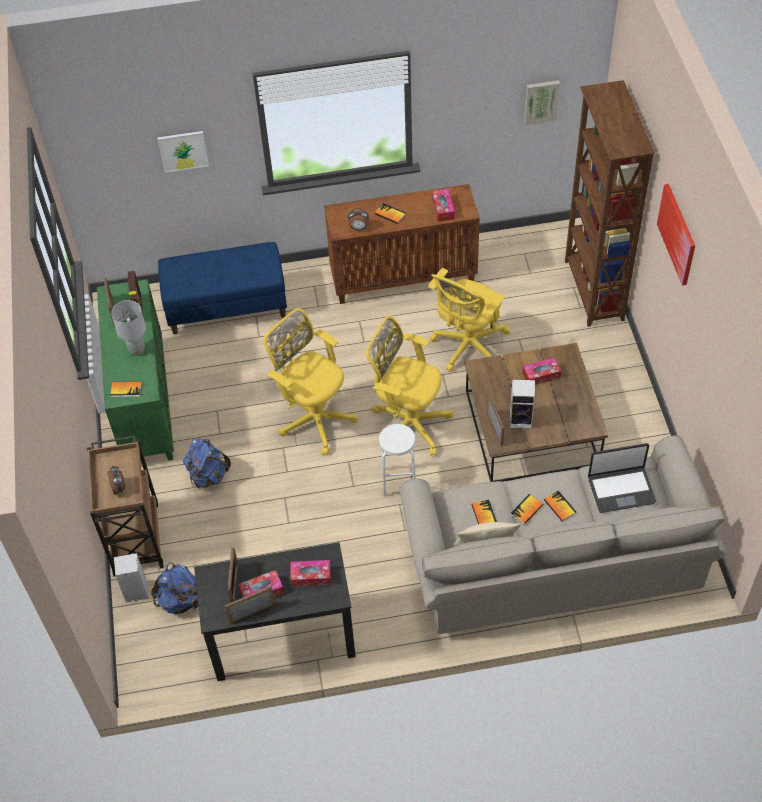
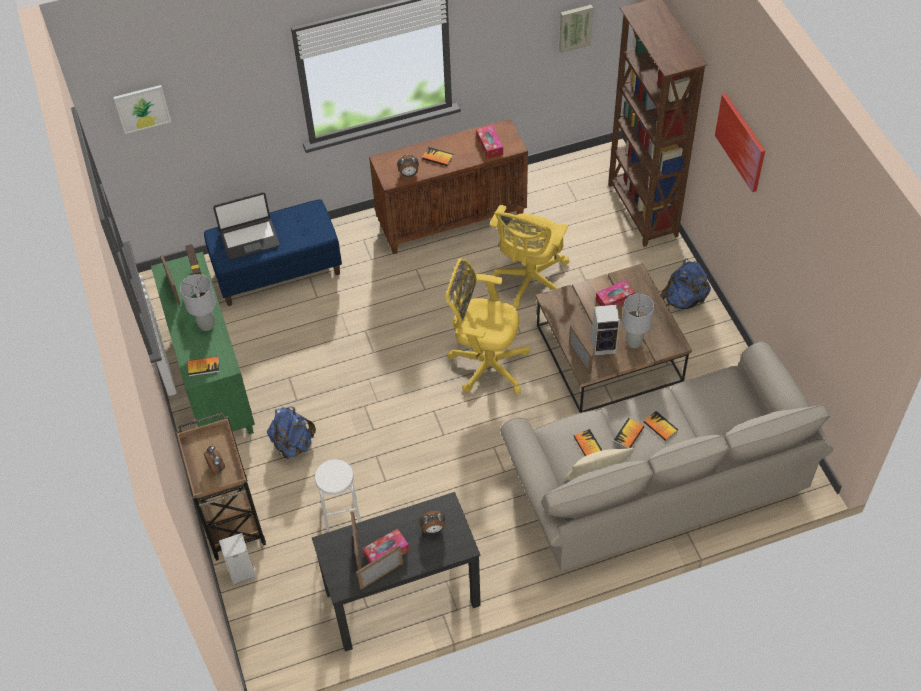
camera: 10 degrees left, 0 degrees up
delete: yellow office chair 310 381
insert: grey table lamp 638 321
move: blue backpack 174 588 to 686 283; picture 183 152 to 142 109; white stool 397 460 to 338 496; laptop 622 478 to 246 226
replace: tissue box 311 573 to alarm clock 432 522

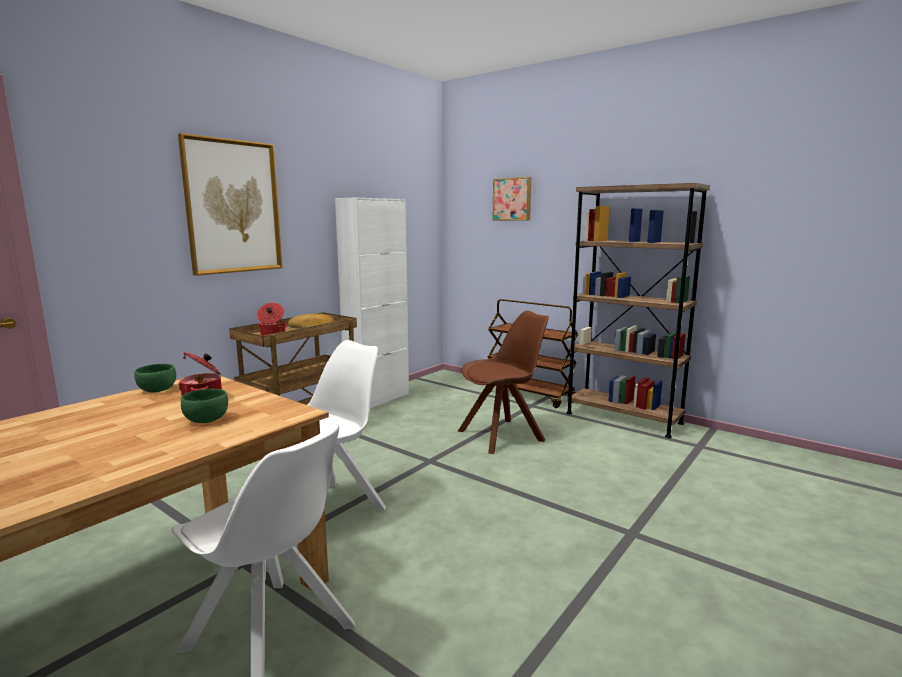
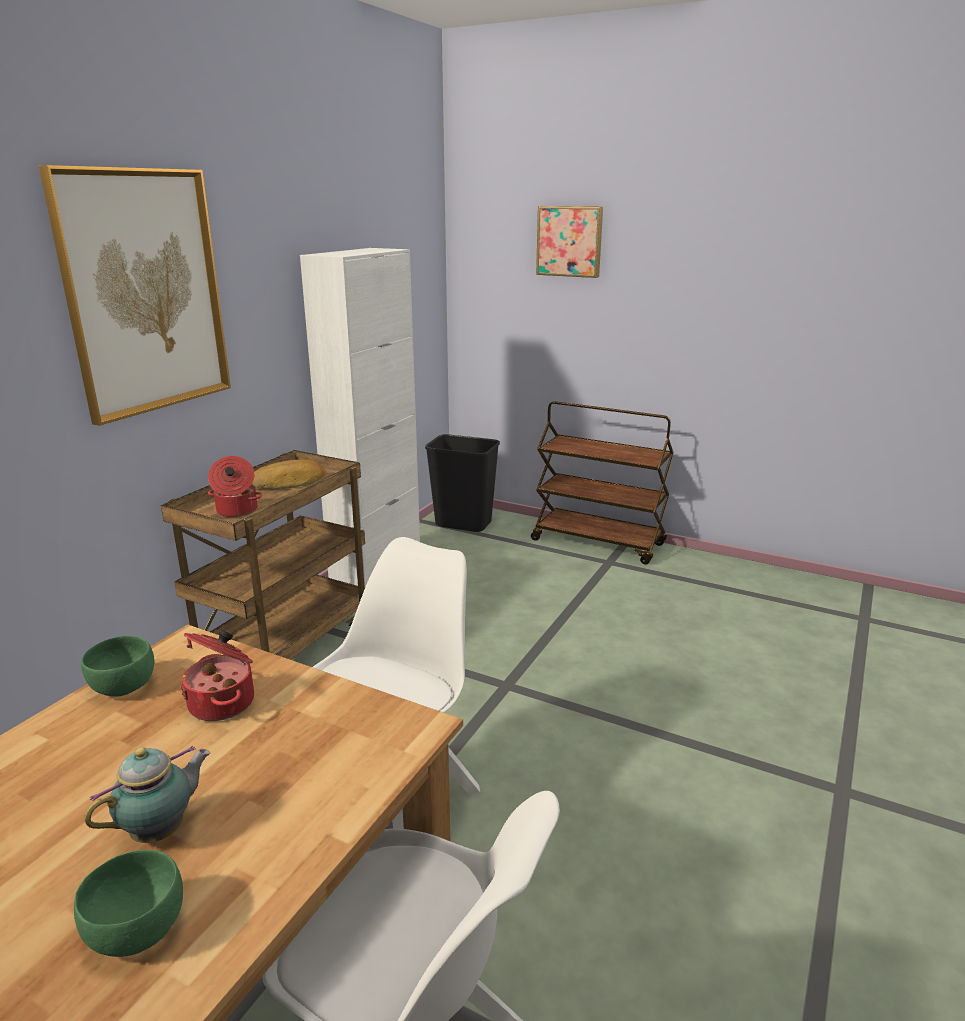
camera: 10 degrees left, 10 degrees up
delete: brown chair 503 382; brown bookcase 638 310
insert: teapot 147 794; black trash can 462 483
move: green bowl 204 406 to 128 903

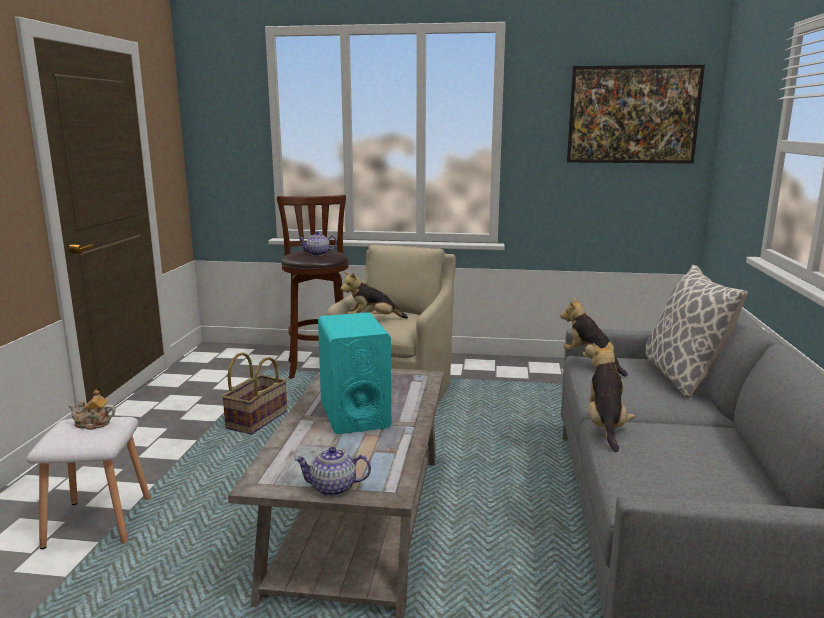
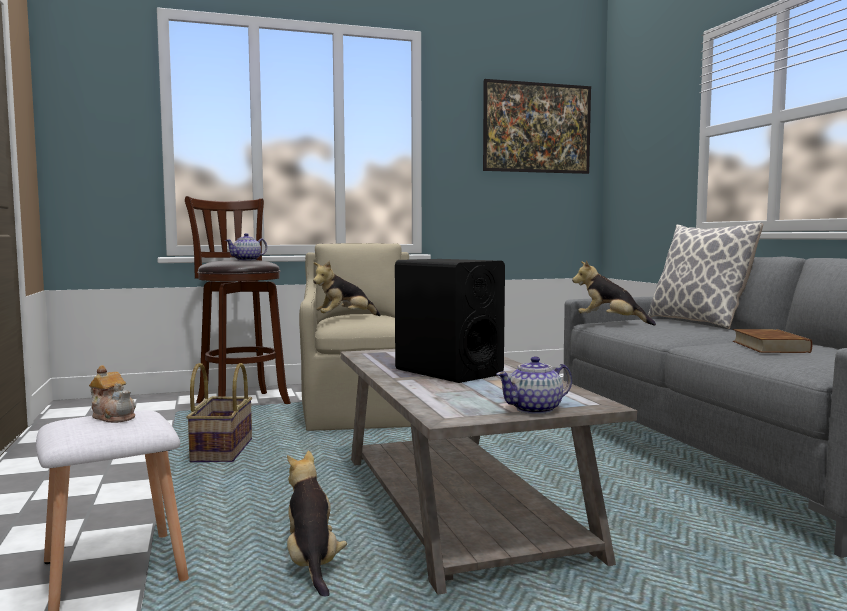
camera: 25 degrees left, 10 degrees down
insert: brown book 772 341
move: plush toy 611 397 to 317 523
recolor: turquoise speaker 354 373 to black speaker 450 321
rotate: teapot 91 409 = 112 394 120 degrees counterclockwise

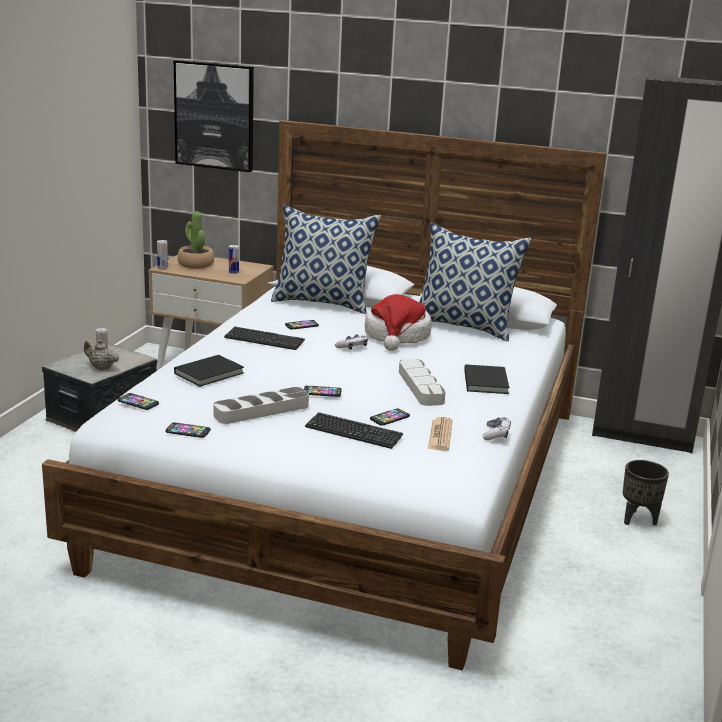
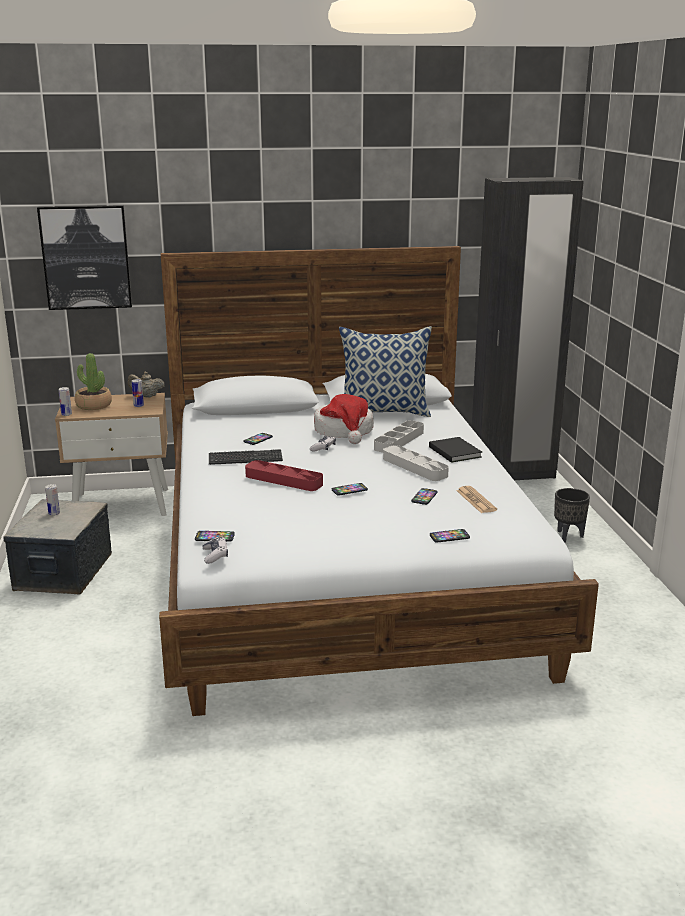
camera: 25 degrees left, 0 degrees up
delete: black book 209 371; pillow 326 259; keyboard 354 430
insert: red tray 284 475
move: beige teapot 101 354 to 146 385; phone 188 430 to 450 536; grey tray 261 405 to 399 436; game controller 496 428 to 215 550

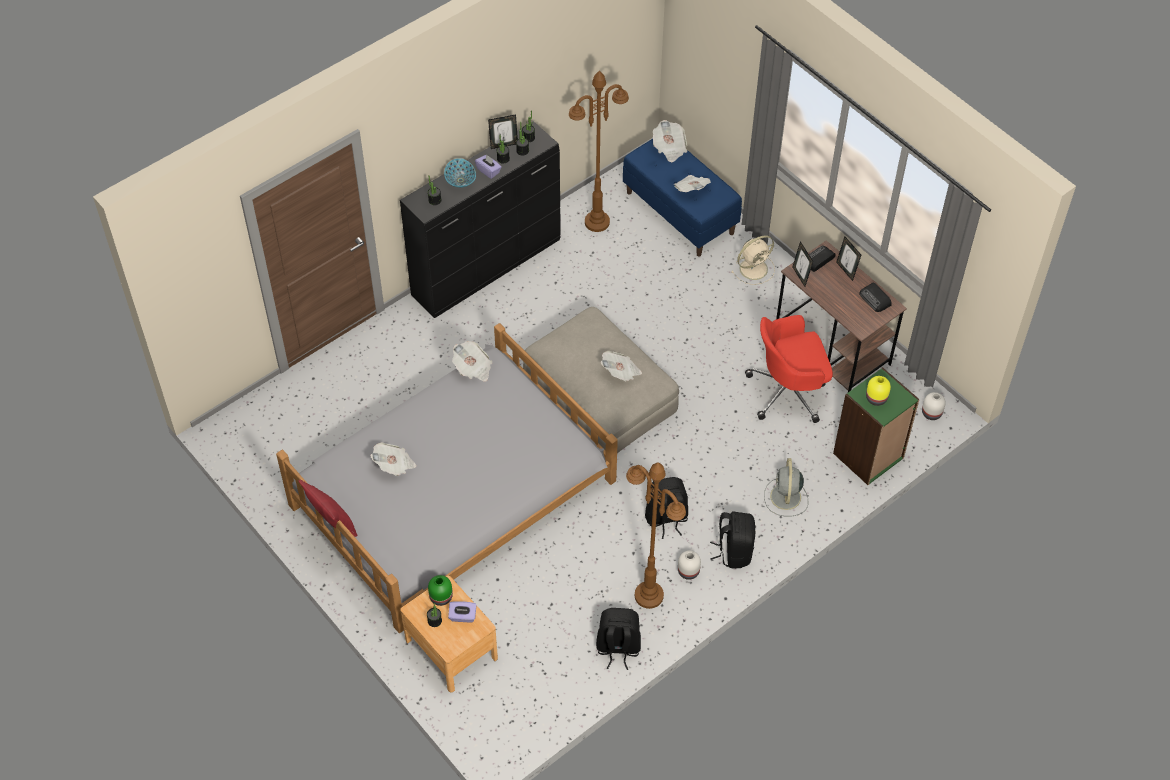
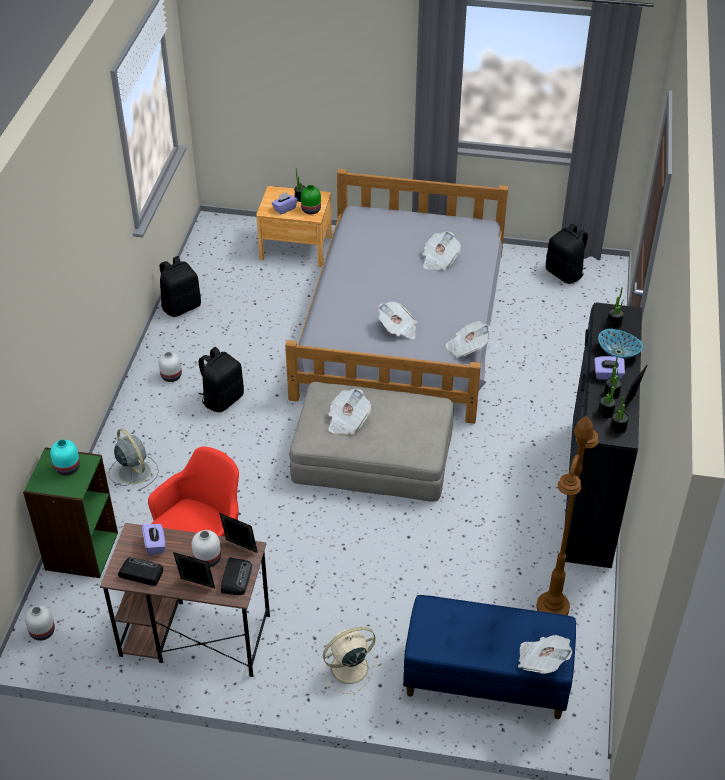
camera: 140 degrees right, 10 degrees down
delete: red pillow 327 508; brown floor lamp 656 535
insert: purple tissue box 153 539; white vase 206 548
move: newspaper 692 183 to 397 320; black backpack 732 540 to 567 254
recolor: yellow vase 878 391 to turquoise vase 65 457
rotate: beige fan 753 260 = 350 660 45 degrees clockwise

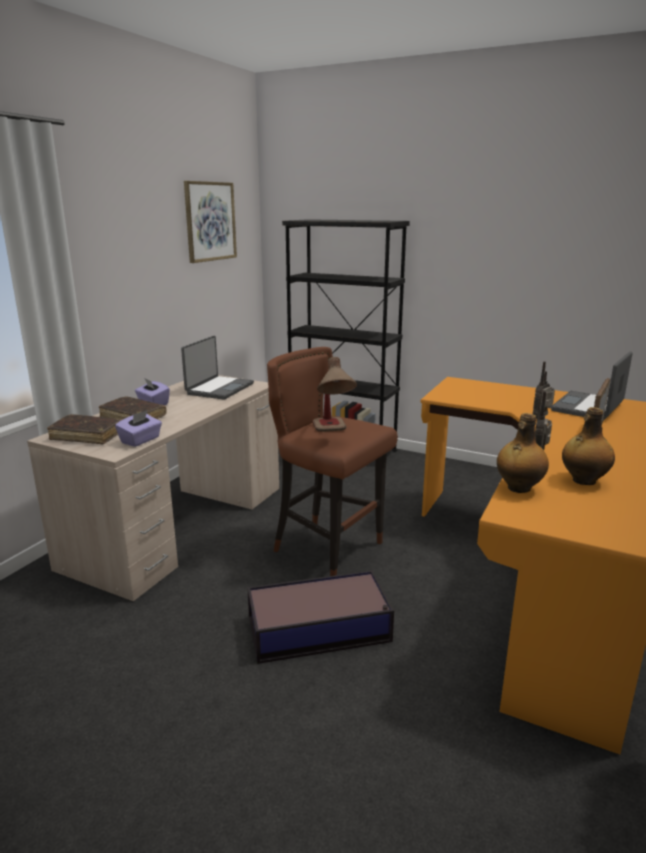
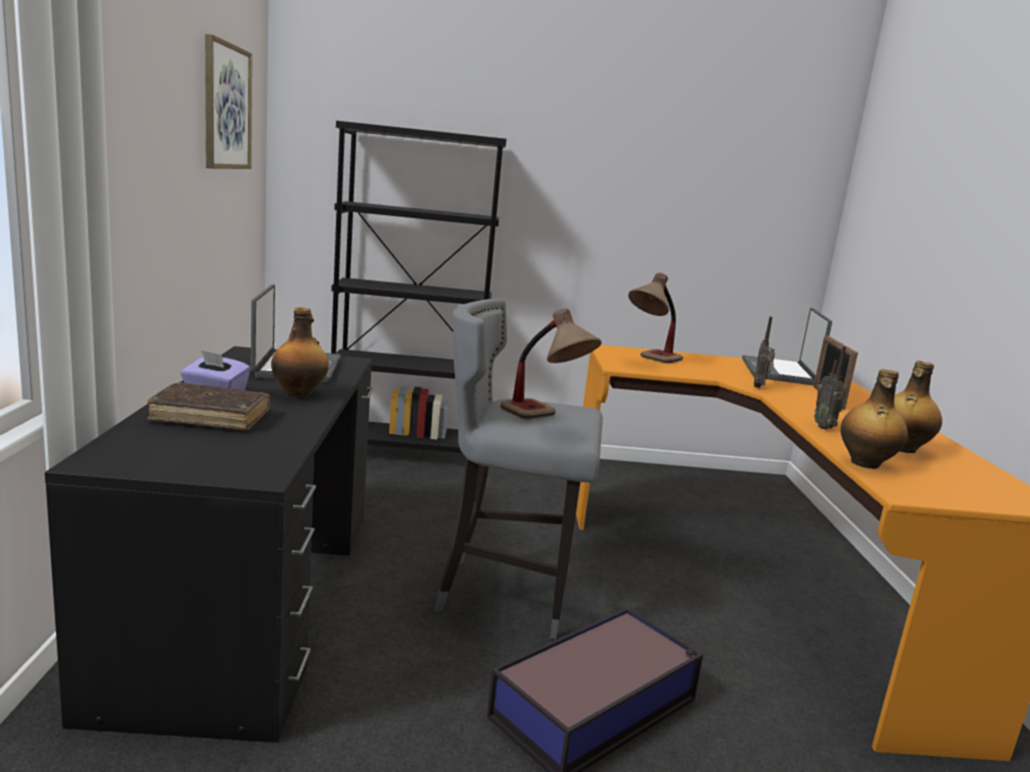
camera: 30 degrees left, 5 degrees down
delete: brown book 84 429; purple tissue box 138 428
insert: bottle 300 352; table lamp 655 318
recolor: beige desk 153 488 to black desk 209 544; brown stool 332 461 to grey stool 519 469

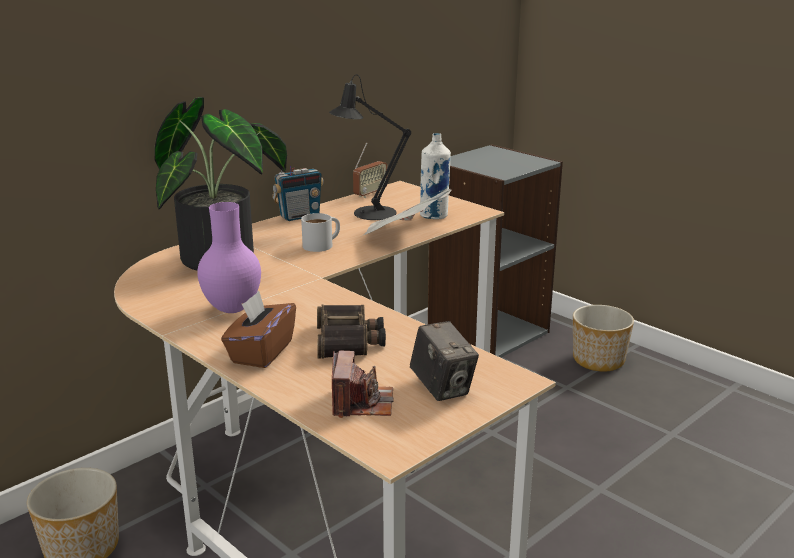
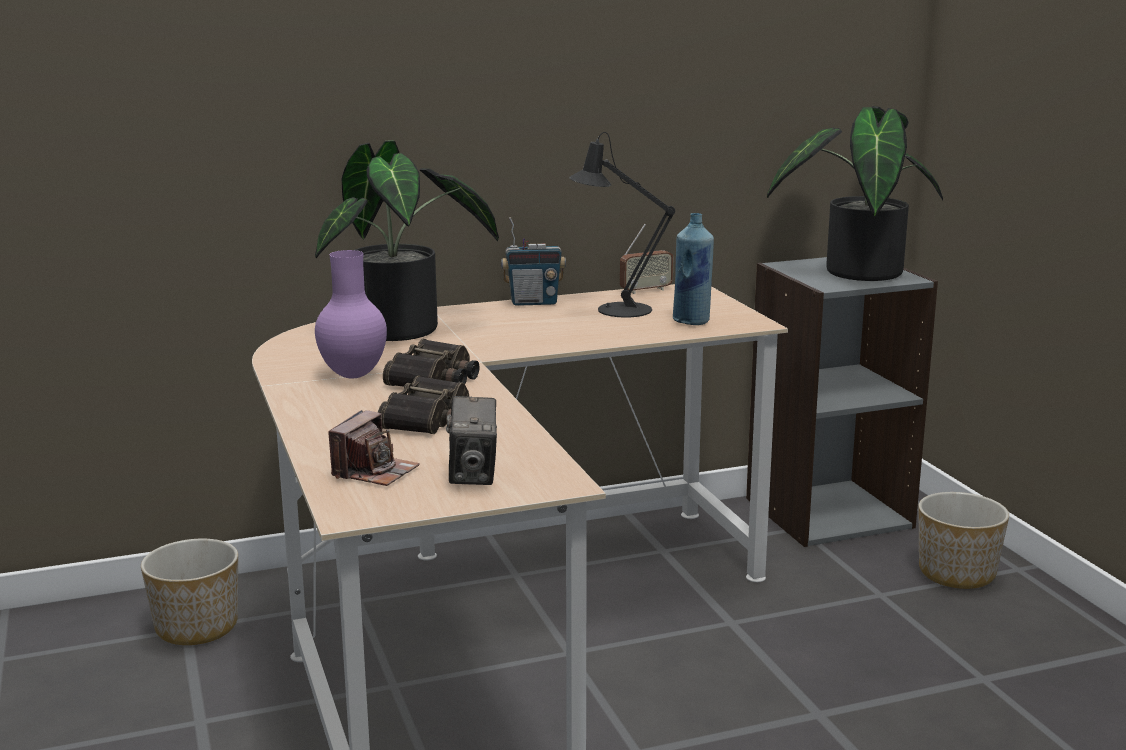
camera: 25 degrees right, 5 degrees down
delete: brown tissue box 258 329; white mug 320 232; newspaper 407 211
insert: binoculars 431 363; potted plant 855 193
recolor: white bottle 435 176 to blue bottle 693 269

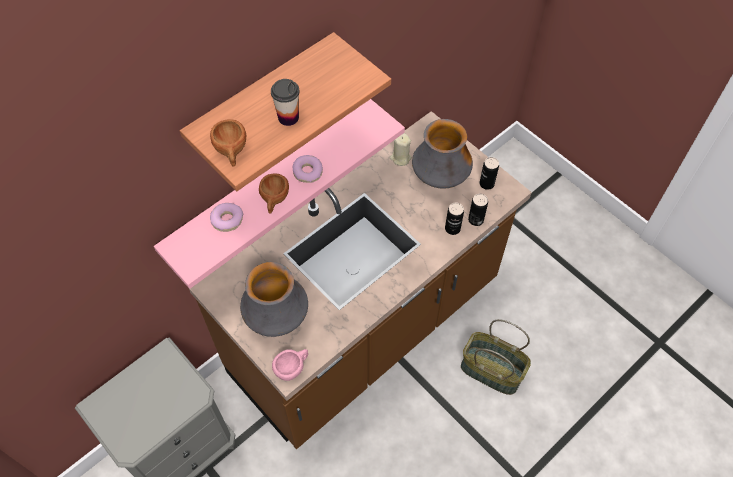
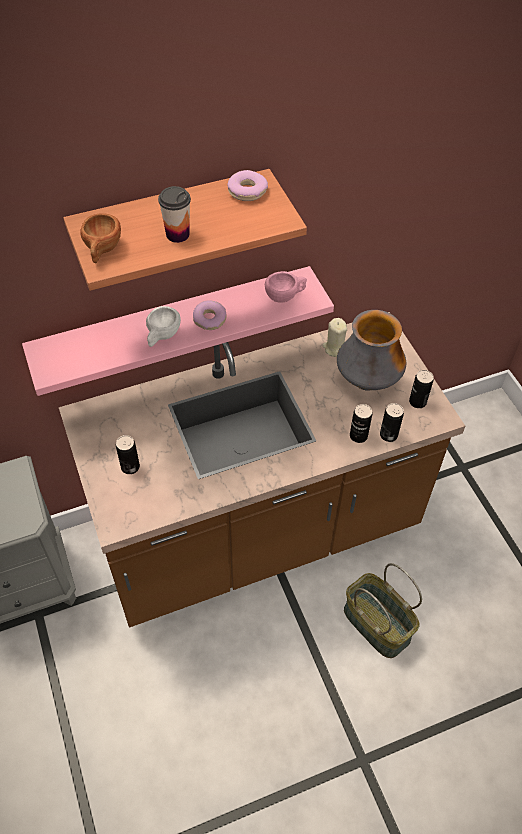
camera: 20 degrees right, 5 degrees down
move: donut 226 217 to 247 185; pink cup 290 365 to 286 287
replace: vase 274 299 to can 128 454
recolor: brown cup 274 193 to white cup 163 326

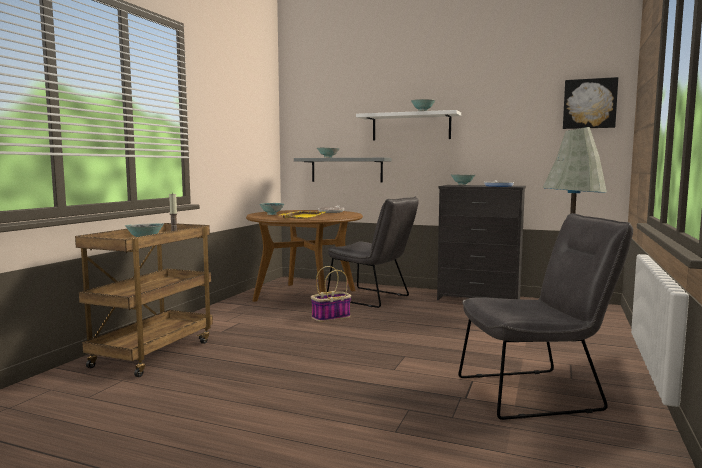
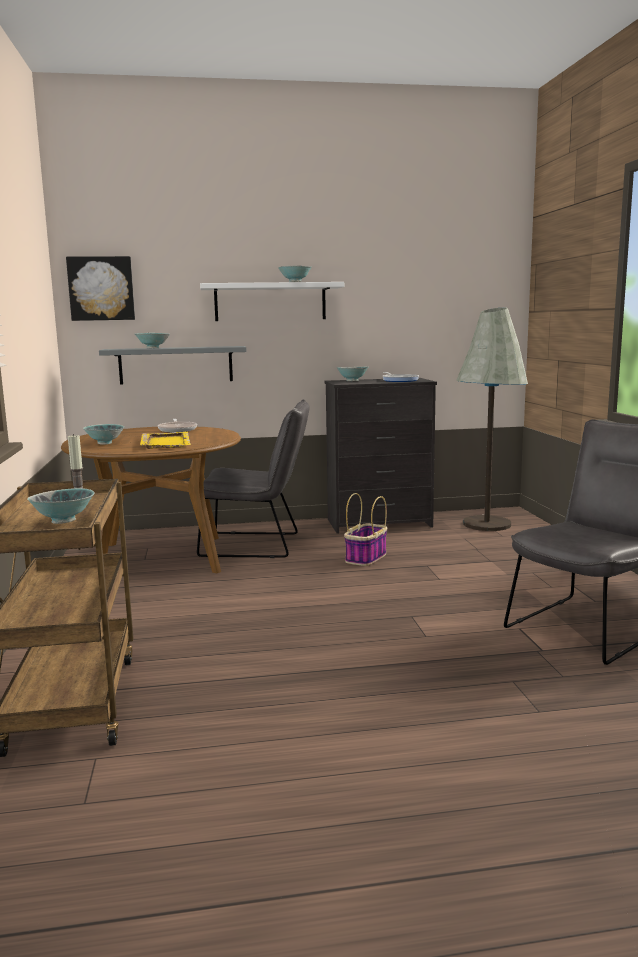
camera: 30 degrees left, 5 degrees up
move: basket 331 294 to 365 529; picture 590 103 to 100 288

